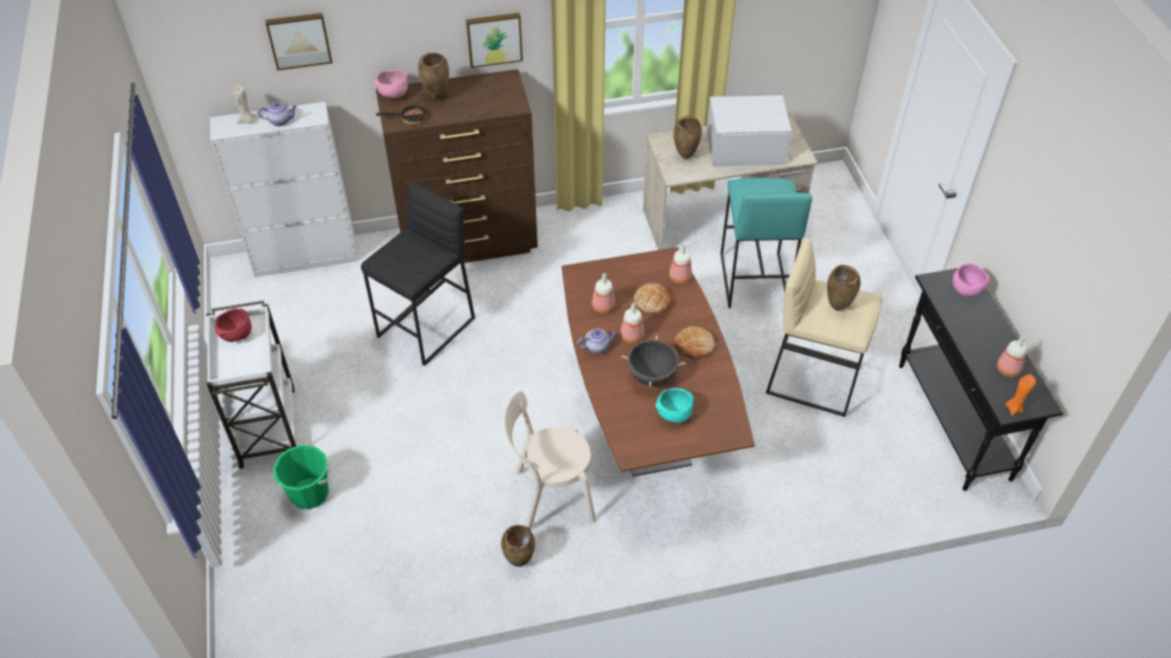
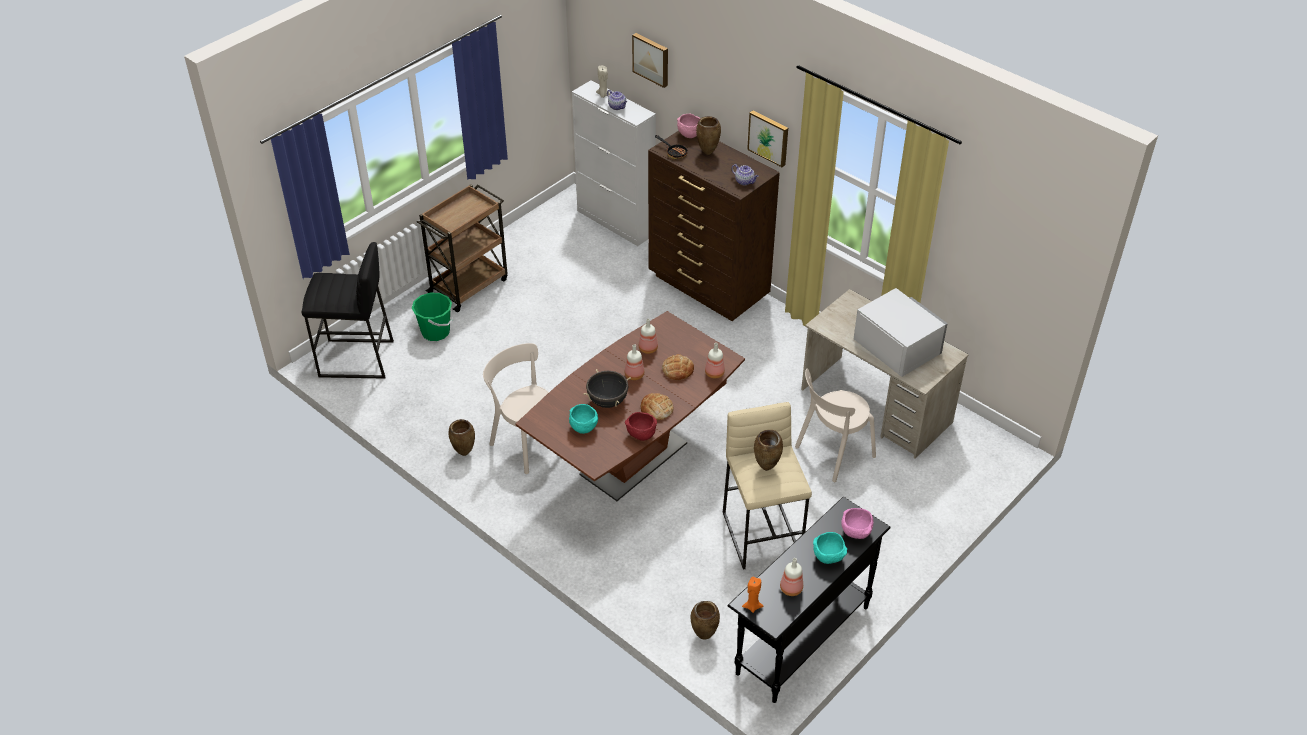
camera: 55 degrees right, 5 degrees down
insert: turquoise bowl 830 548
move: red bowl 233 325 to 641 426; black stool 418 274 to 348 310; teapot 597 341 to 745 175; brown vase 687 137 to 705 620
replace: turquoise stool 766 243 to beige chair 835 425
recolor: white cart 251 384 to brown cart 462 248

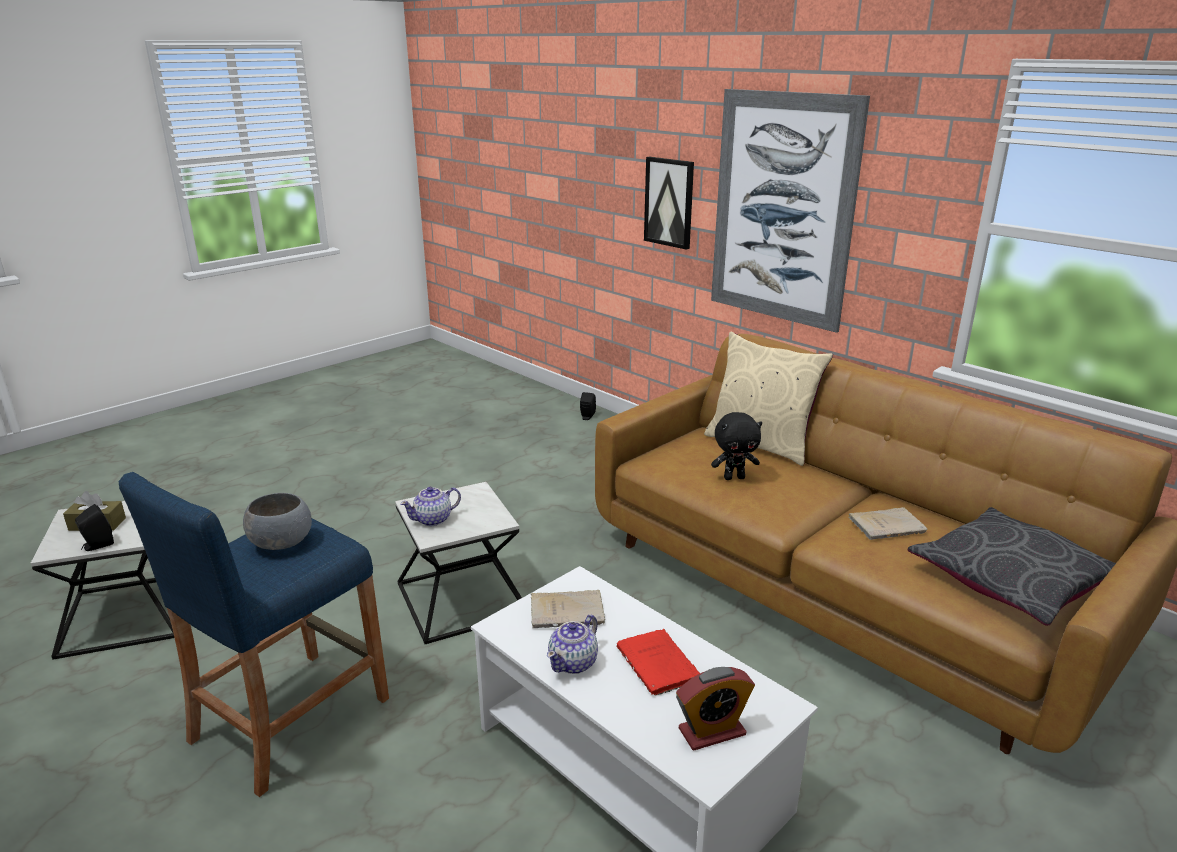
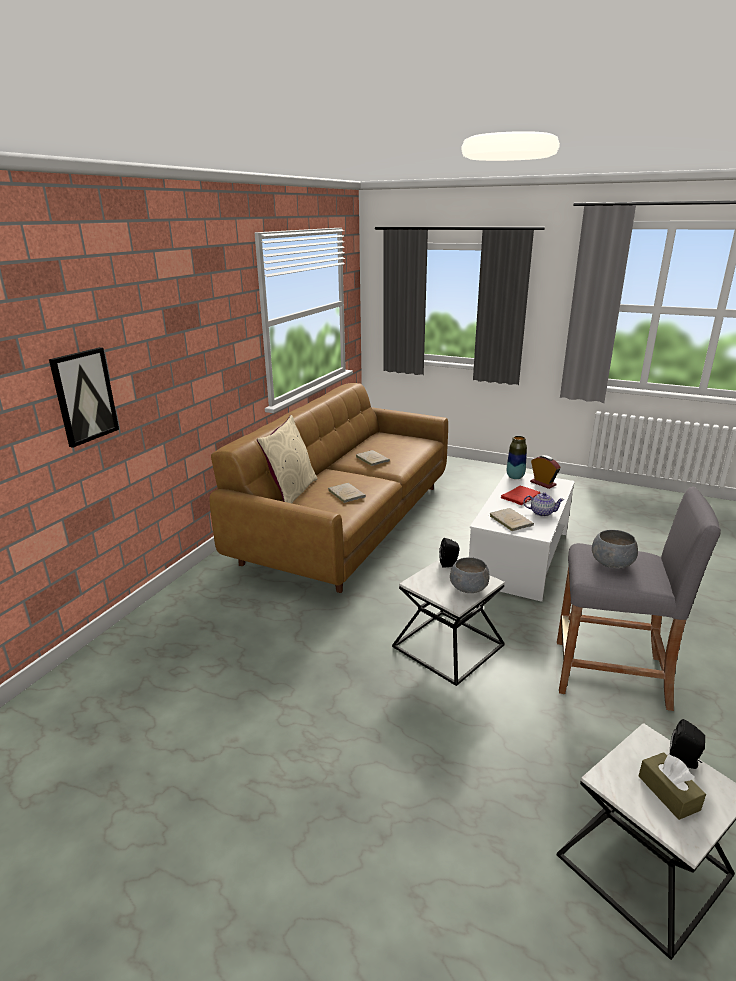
camera: 110 degrees left, 0 degrees up
delete: picture 790 211; grey pillow 1012 566
insert: vase 517 457
move: black speaker 588 406 to 449 553
replace: teapot 430 506 to grey bowl 470 575; black plush toy 736 446 to beige book 347 493
recolor: blue stool 253 634 to grey stool 639 599

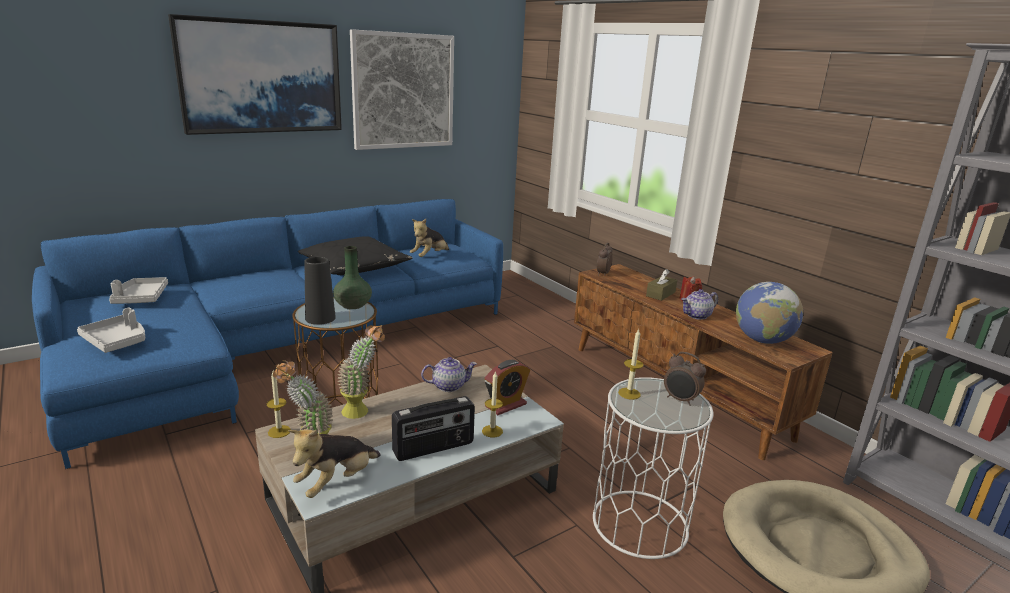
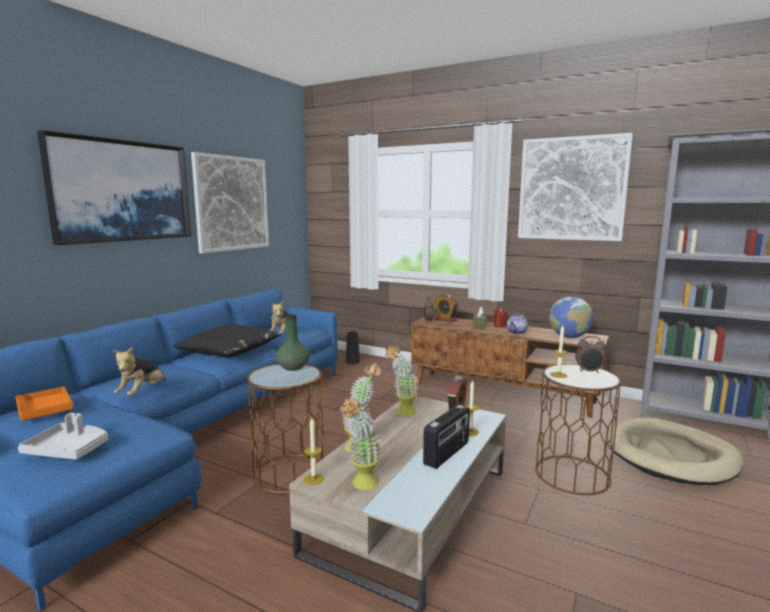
camera: 25 degrees left, 10 degrees down
insert: alarm clock 446 308; picture 575 187
move: plush toy 334 463 to 139 371; black vase 320 291 to 353 348
replace: teapot 449 374 to potted plant 402 380
recolor: grey tray 138 290 to orange tray 45 404; white side table 653 468 to brown side table 578 429

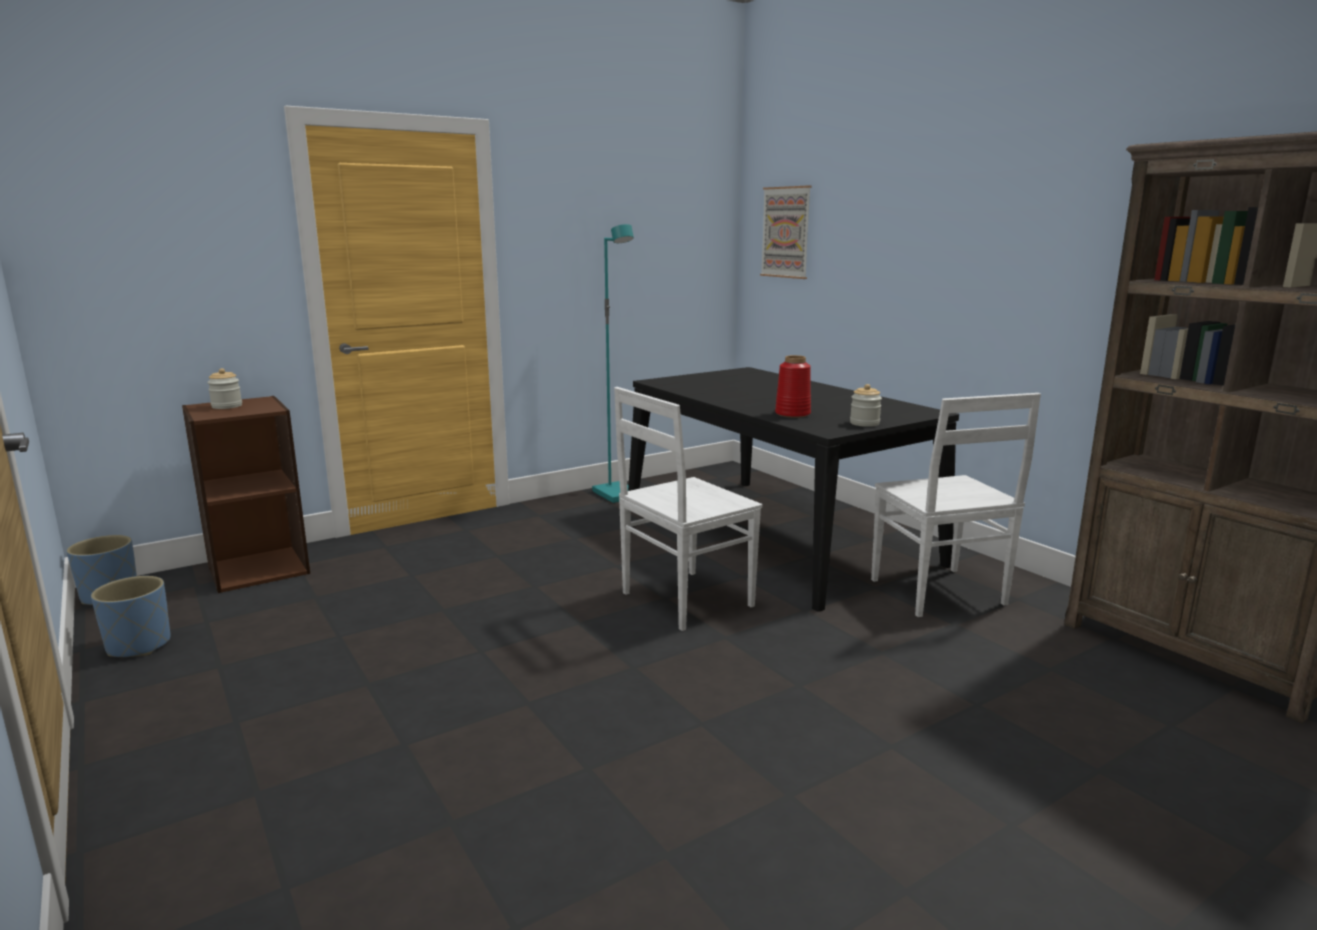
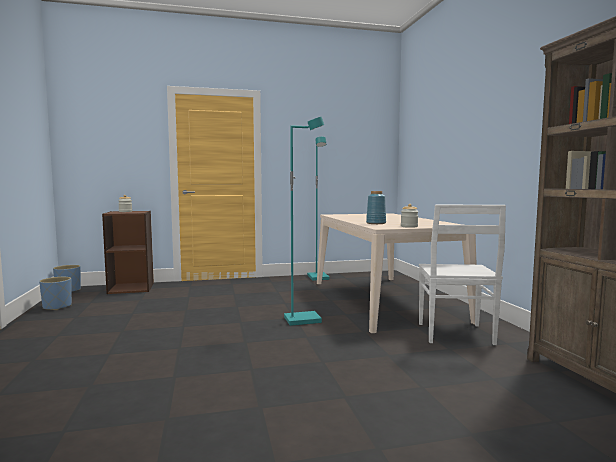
camera: 20 degrees right, 10 degrees down
delete: picture 786 232
replace: white chair 688 509 to turquoise floor lamp 304 221
recolor: black dining table 793 489 to beige dining table 397 273; red vase 793 386 to blue vase 376 207

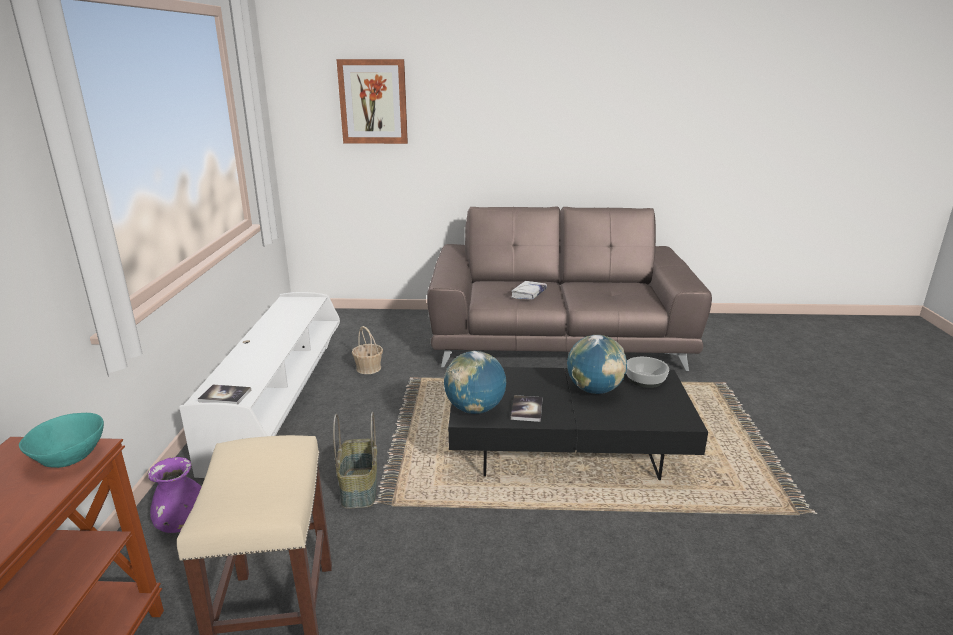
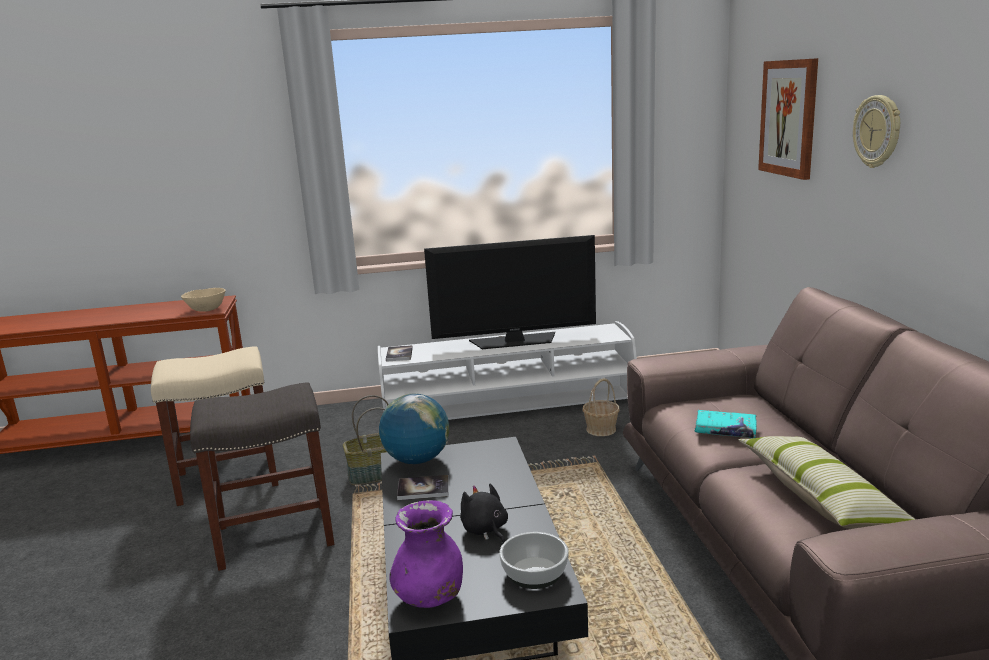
camera: 80 degrees right, 5 degrees down
insert: grey stool 262 476; television 510 292; pillow 827 482; wall clock 876 131
move: purple vase 174 495 to 426 554
replace: globe 597 364 to black plush toy 484 513
recolor: turquoise bowl 61 440 to beige bowl 203 300; white book 529 290 to turquoise book 725 424

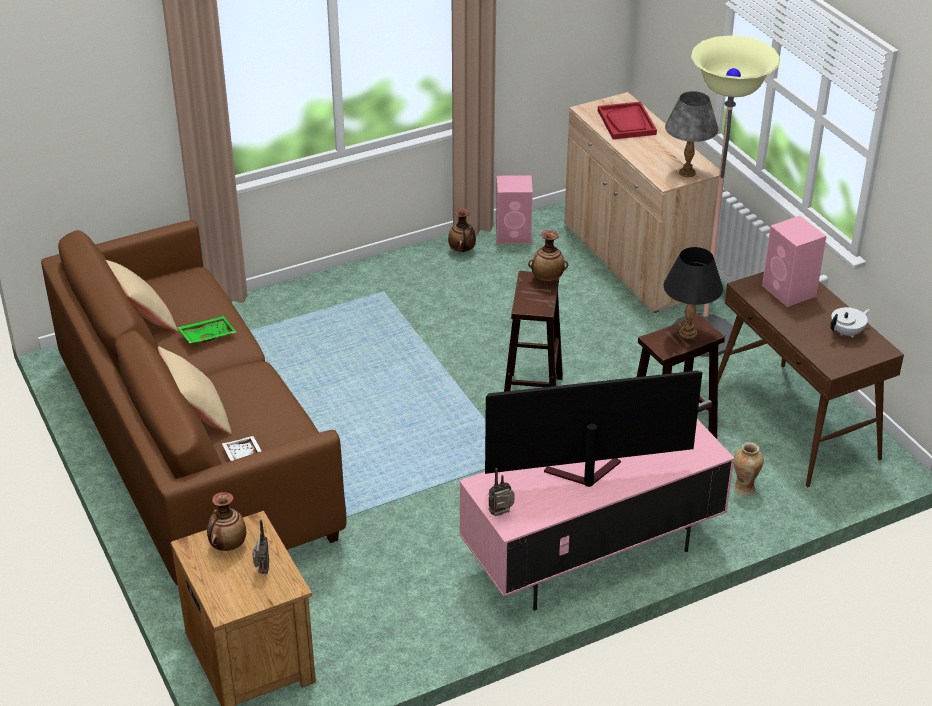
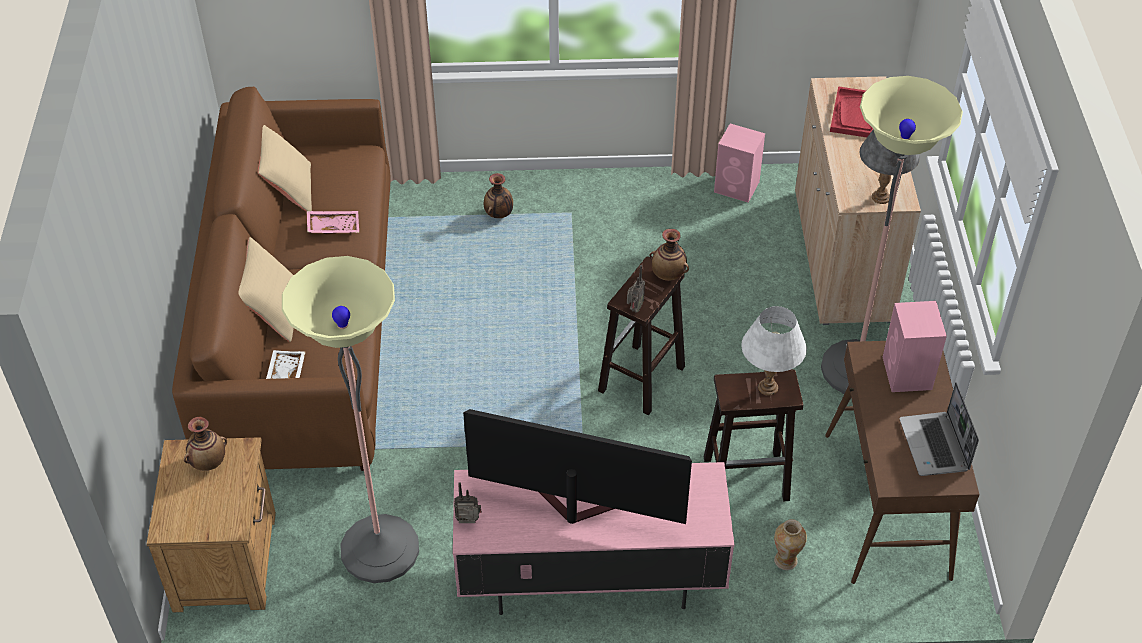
camera: 25 degrees right, 10 degrees up
insert: floor lamp 350 419
move: radio 260 546 to 636 289; vase 462 230 to 498 195
replace: white teapot 850 322 to laptop 939 429
recolor: green tray 206 329 to pink tray 333 222; black table lamp 693 293 to white table lamp 774 351

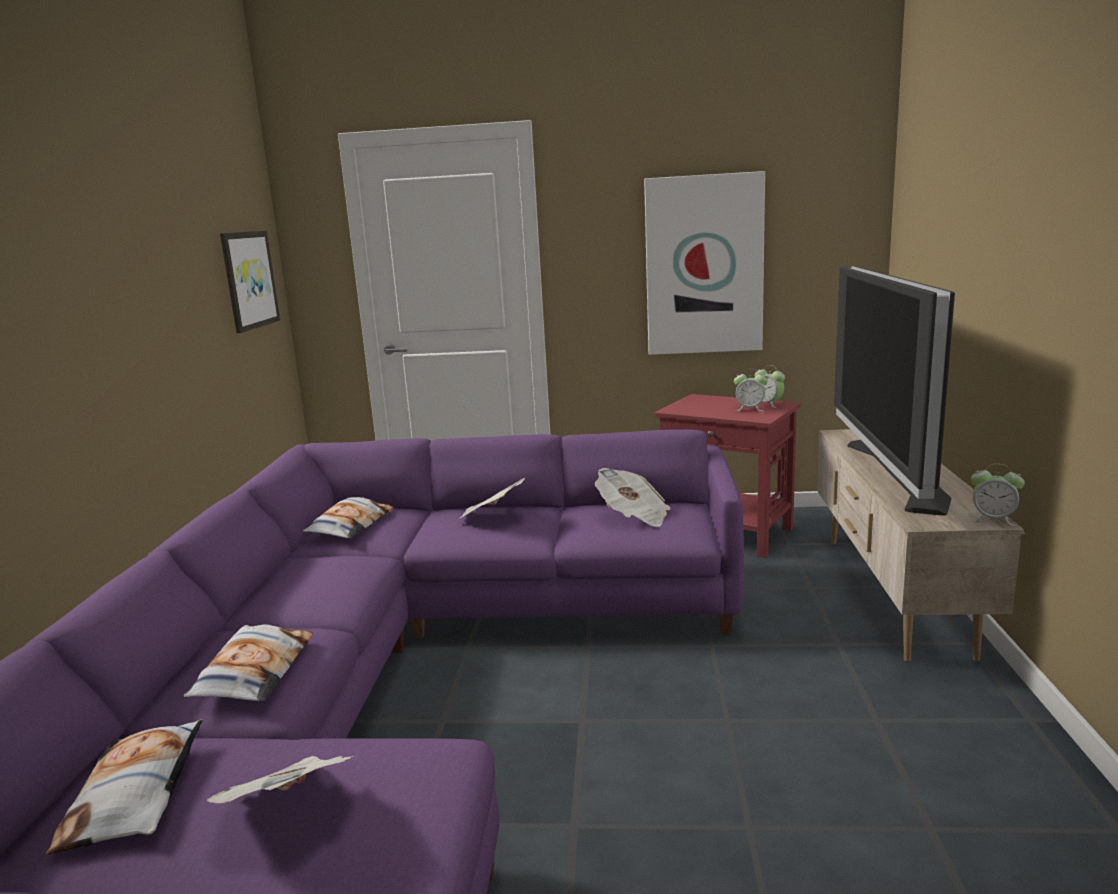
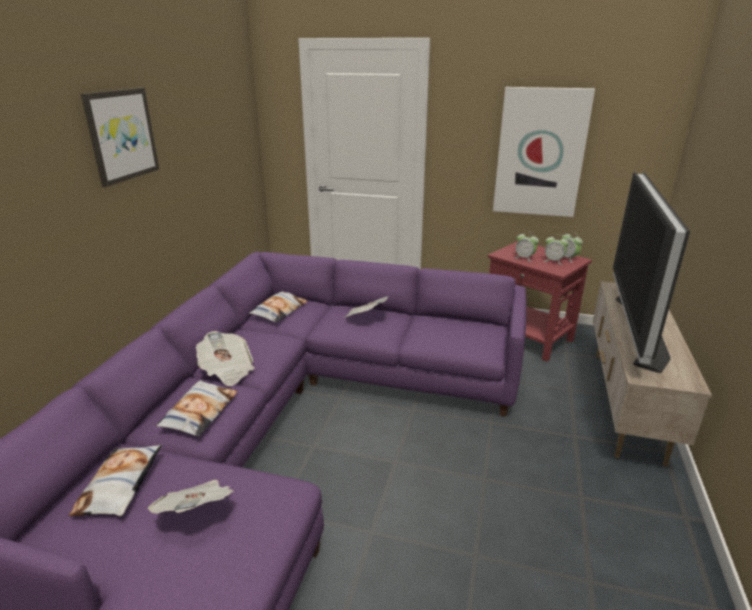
camera: 10 degrees right, 10 degrees up
move: picture 250 282 to 120 137; newspaper 633 497 to 225 358; alarm clock 998 495 to 527 246

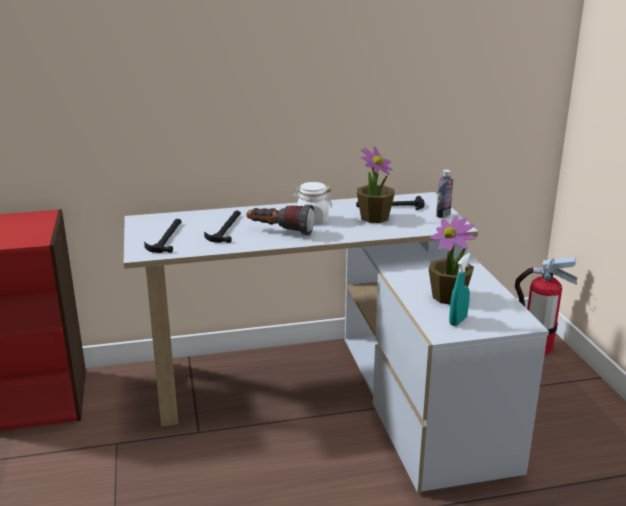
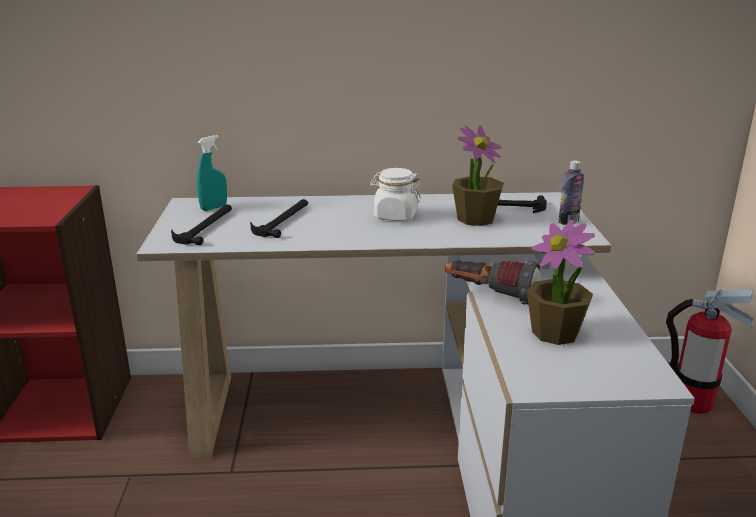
camera: 10 degrees right, 0 degrees up
move: flashlight 281 220 to 493 282; turquoise spray bottle 459 289 to 212 173

